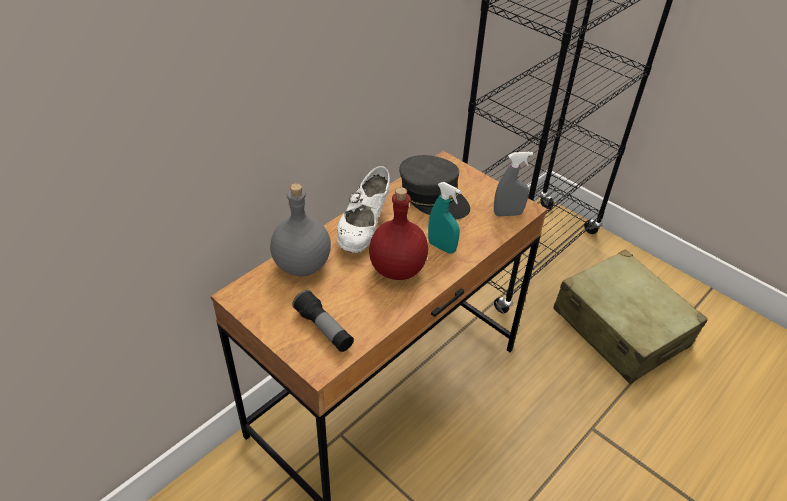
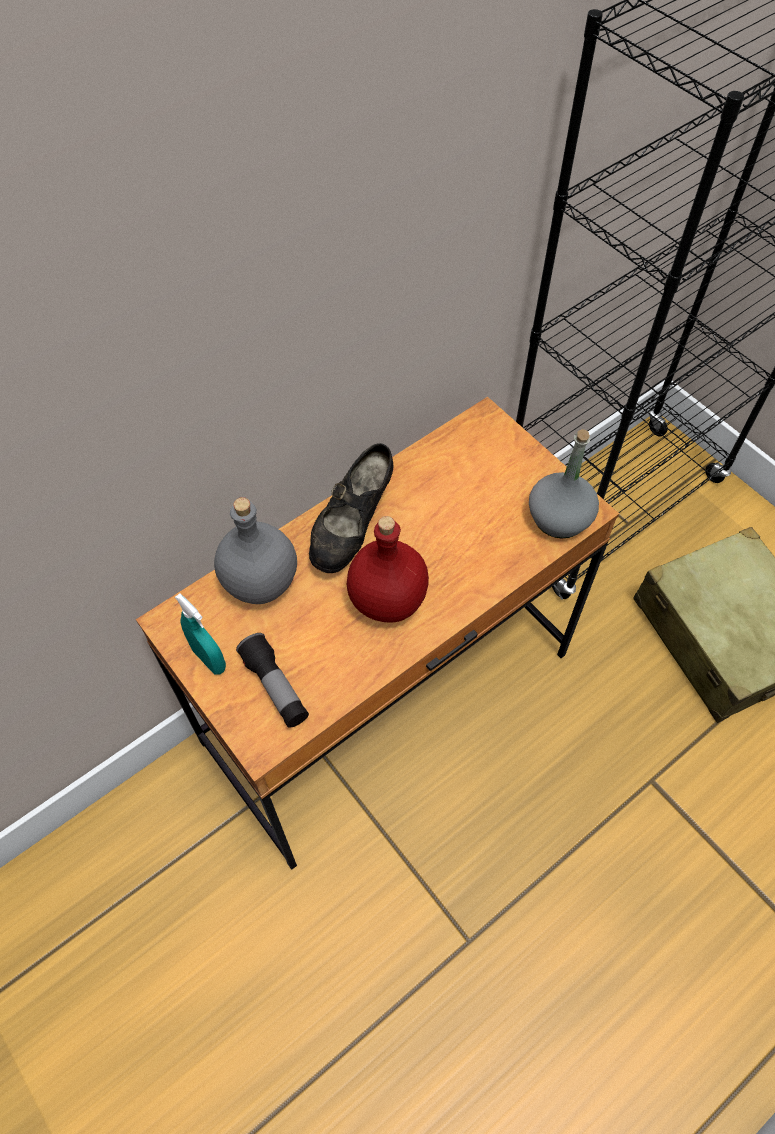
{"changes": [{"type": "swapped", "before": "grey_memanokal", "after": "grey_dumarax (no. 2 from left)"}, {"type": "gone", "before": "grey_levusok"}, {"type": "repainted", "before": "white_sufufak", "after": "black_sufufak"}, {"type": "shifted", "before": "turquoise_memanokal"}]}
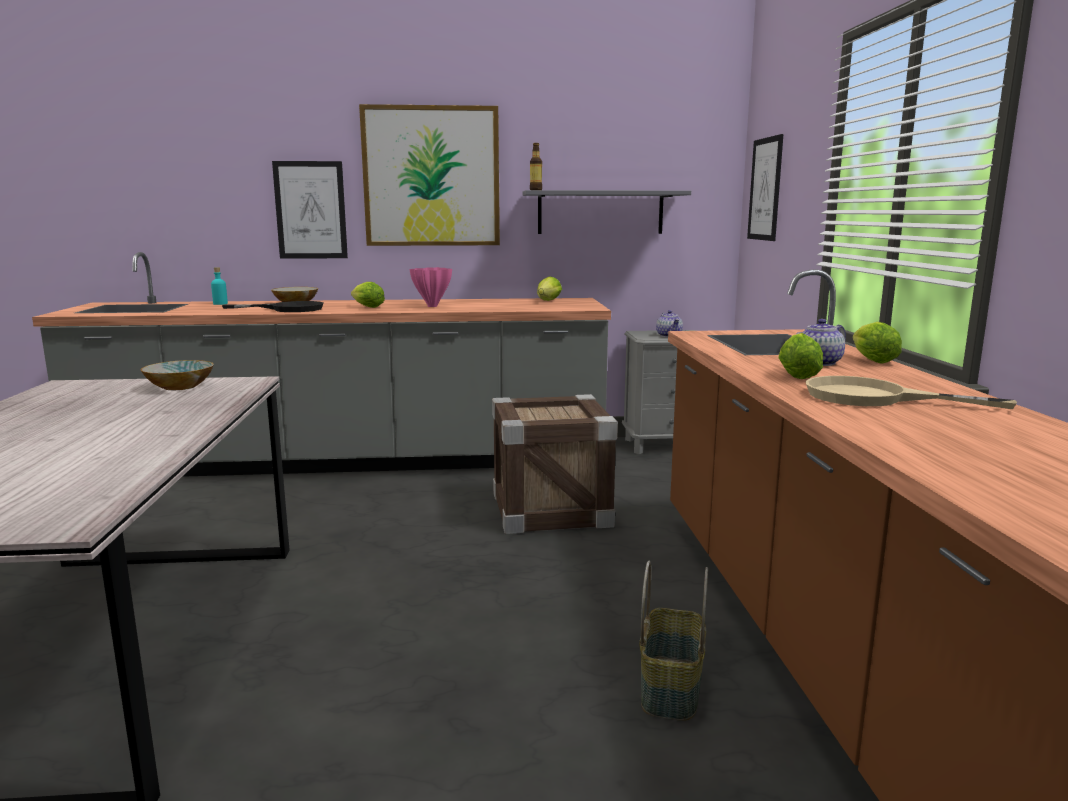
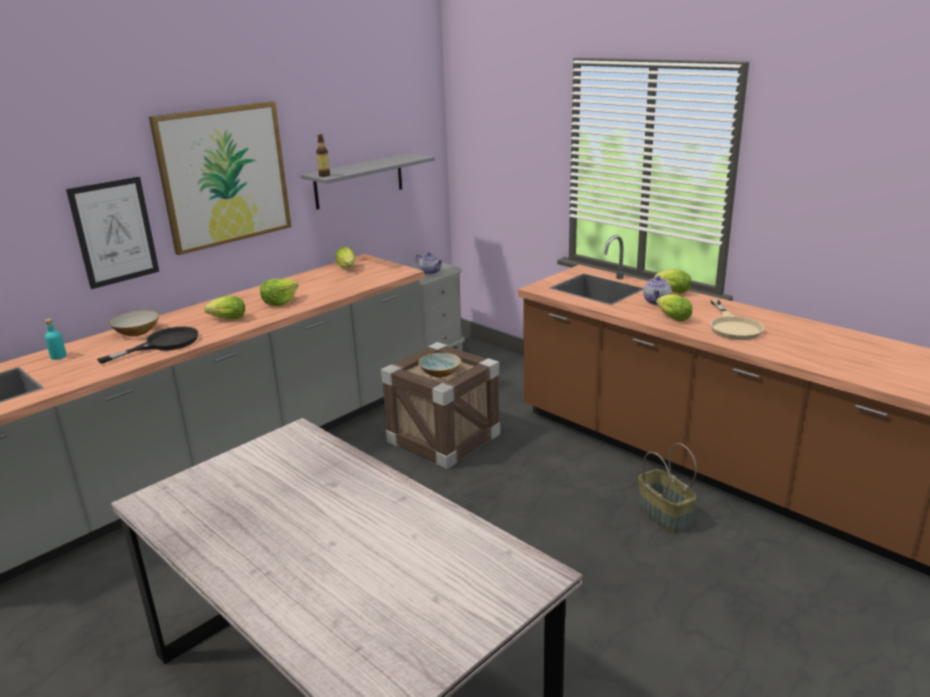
{"changes": [{"type": "gone", "before": "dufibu (no. 3 from left)"}, {"type": "swapped", "before": "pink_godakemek", "after": "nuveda (no. 2 from left)"}, {"type": "shifted", "before": "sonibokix (no. 1 from left in the first image)", "after": "sonibokix (no. 2 from left)"}, {"type": "rotated", "before": "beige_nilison", "turn": -75}]}
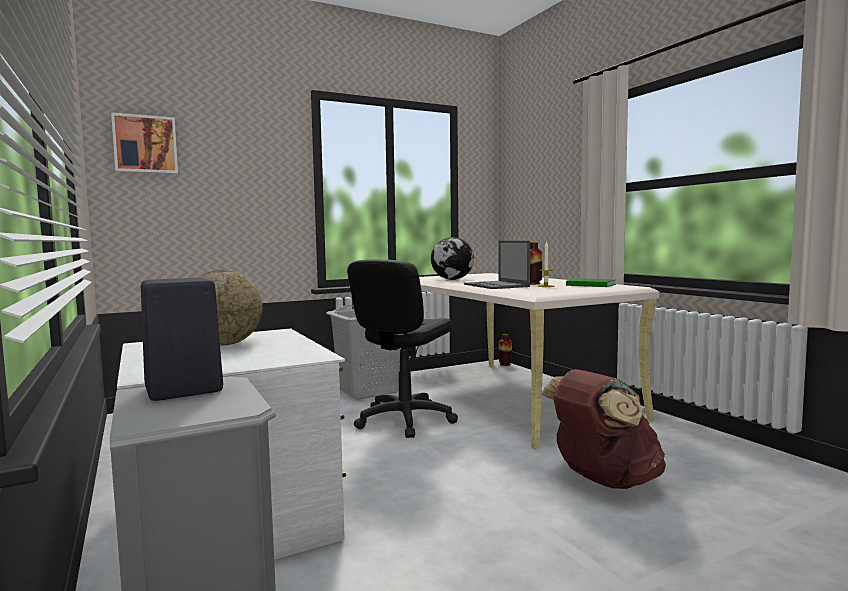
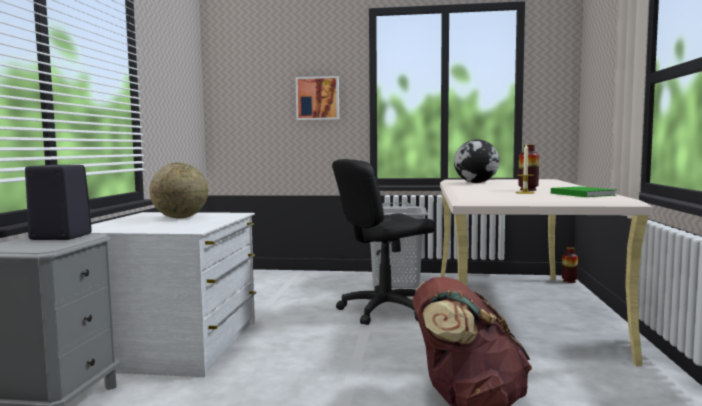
{"changes": [{"type": "shifted", "before": "dufibu"}, {"type": "gone", "before": "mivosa"}]}
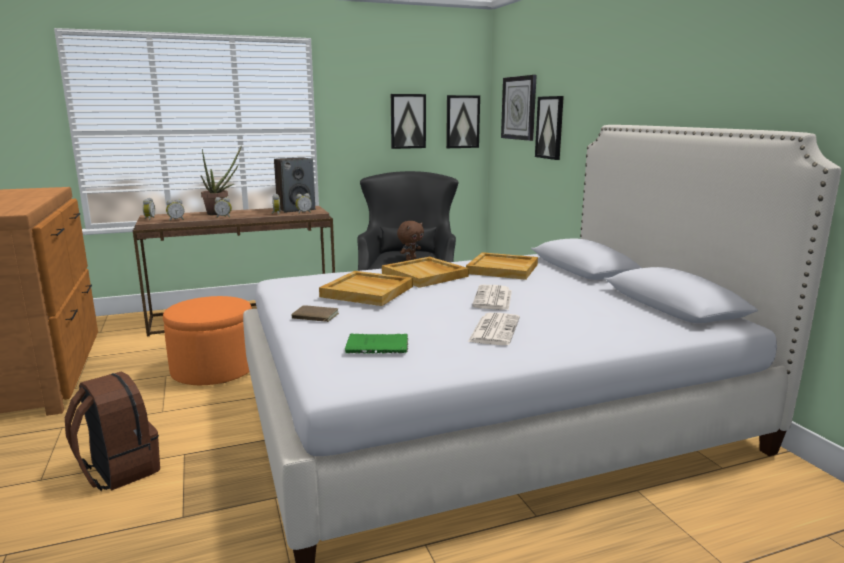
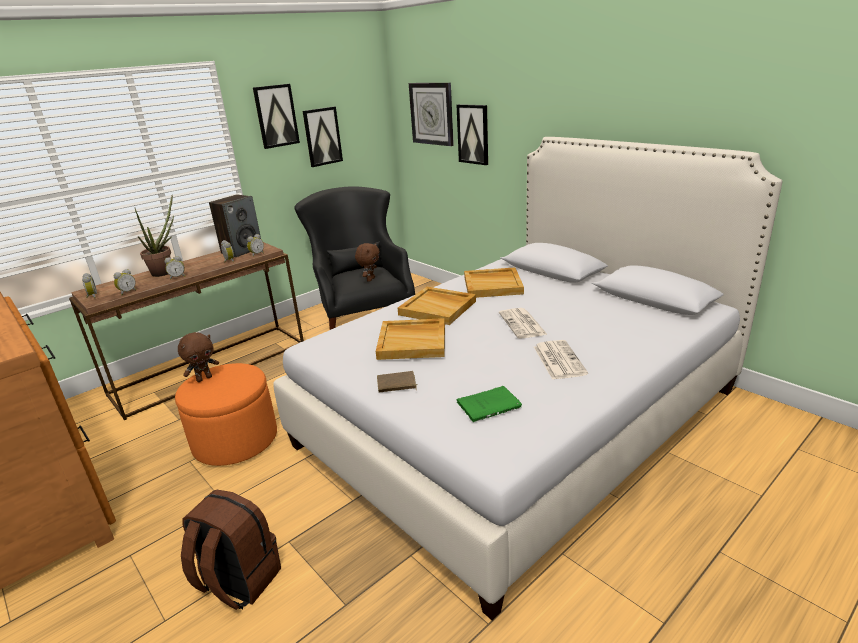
{"changes": [{"type": "shifted", "before": "dufibu (no. 2 from left in the first image)", "after": "dufibu (no. 1 from left)"}, {"type": "new", "after": "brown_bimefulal (no. 1 from left)"}]}
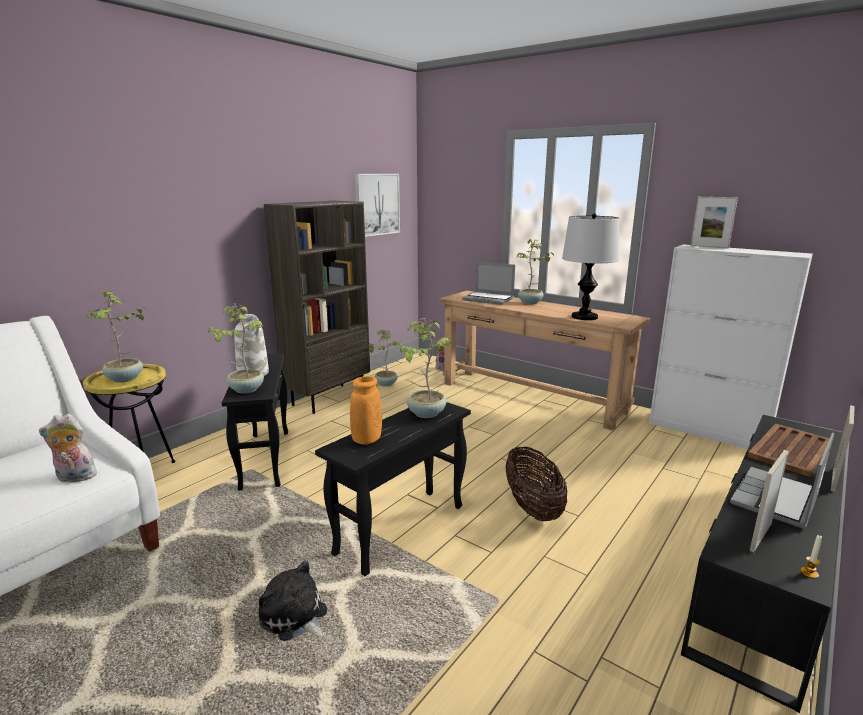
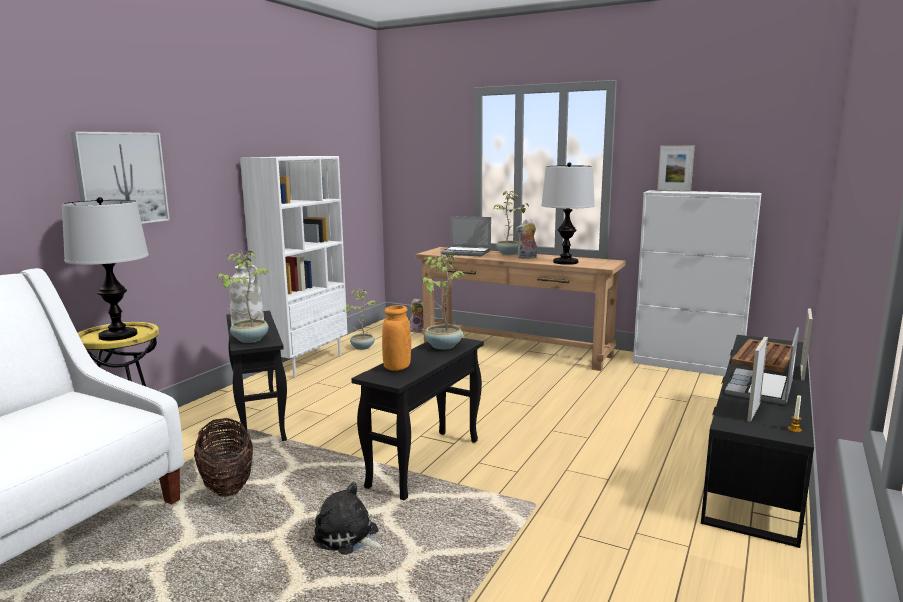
{"changes": [{"type": "shifted", "before": "dufibu"}, {"type": "repainted", "before": "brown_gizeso", "after": "white_gizeso"}, {"type": "swapped", "before": "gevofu (no. 1 from left)", "after": "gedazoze (no. 1 from left)"}, {"type": "shifted", "before": "bimefulal (no. 1 from left in the first image)", "after": "bimefulal (no. 3 from left)"}, {"type": "shifted", "before": "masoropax"}]}
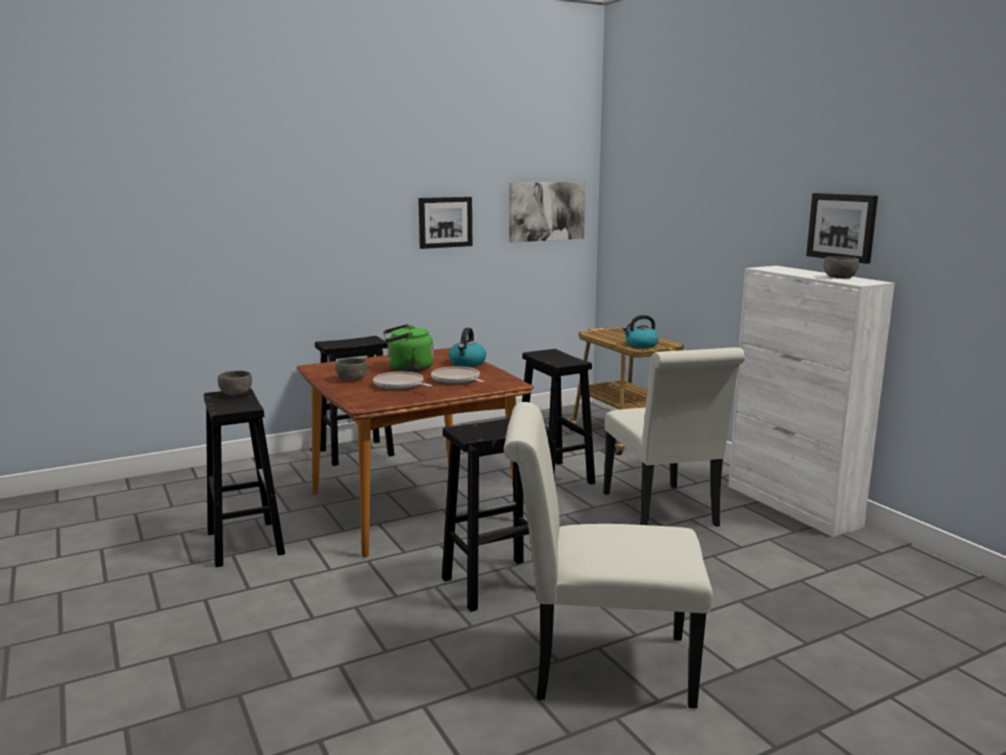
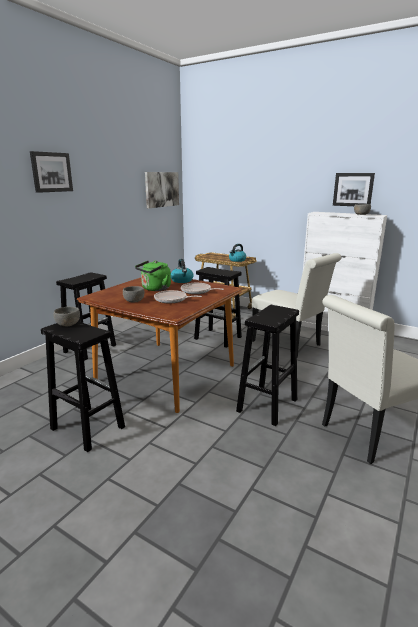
{"changes": [{"type": "shifted", "before": "dufibu (no. 1 from left)"}]}
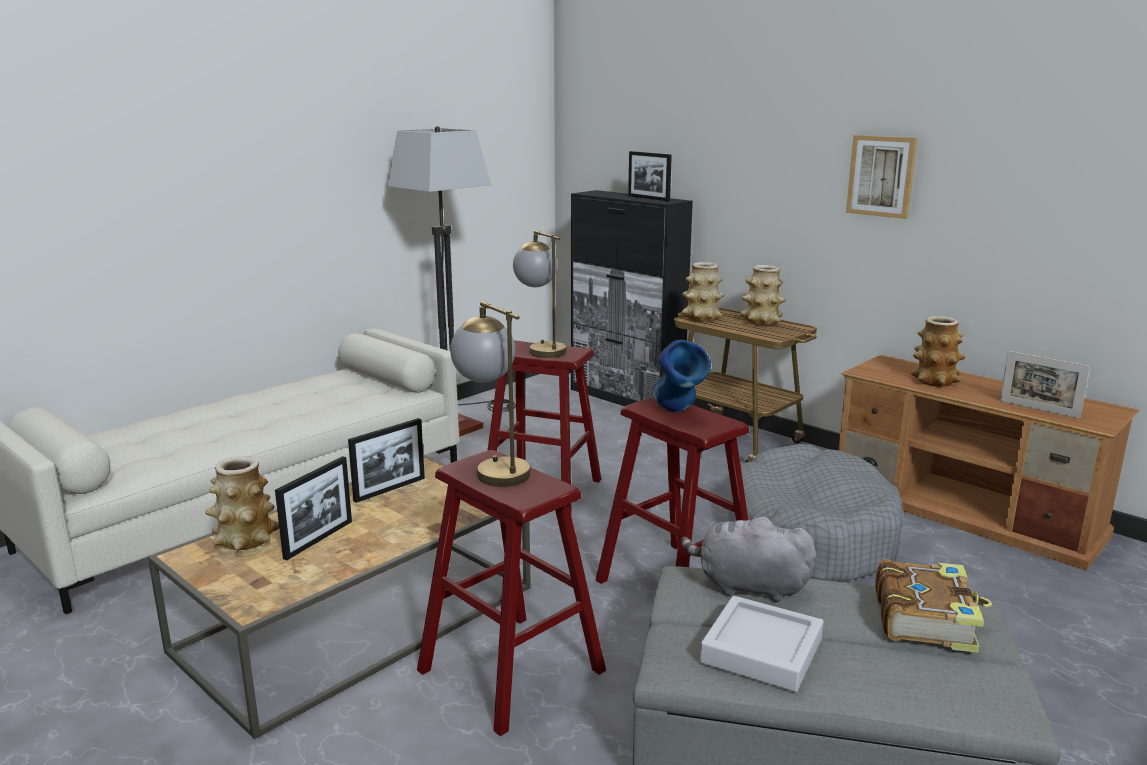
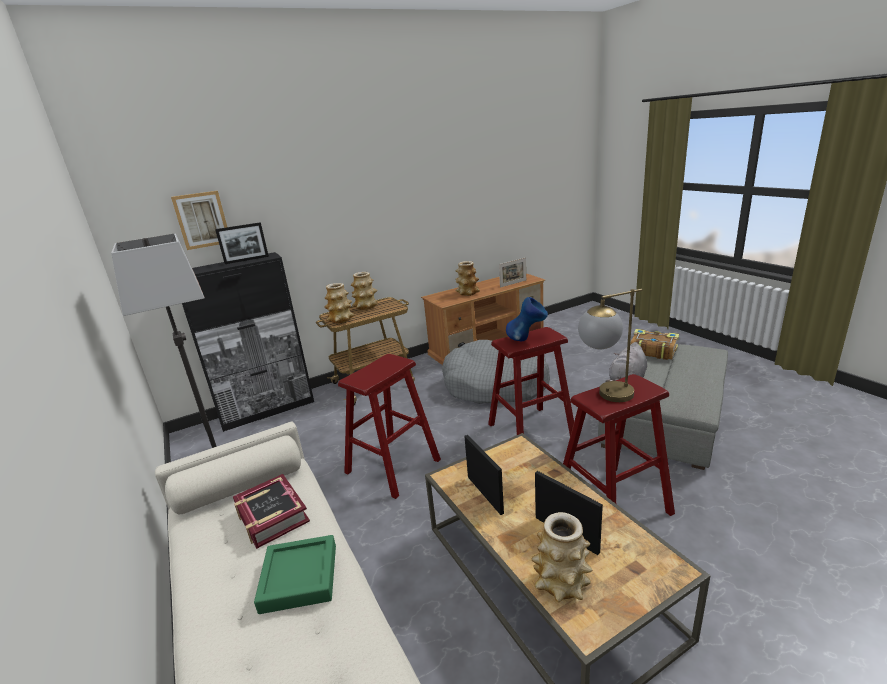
{"changes": [{"type": "shifted", "before": "dufibu"}, {"type": "gone", "before": "gedazoze (no. 2 from left)"}, {"type": "gone", "before": "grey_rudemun"}, {"type": "new", "after": "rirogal (no. 1 from left)"}, {"type": "new", "after": "green_rudemun"}]}
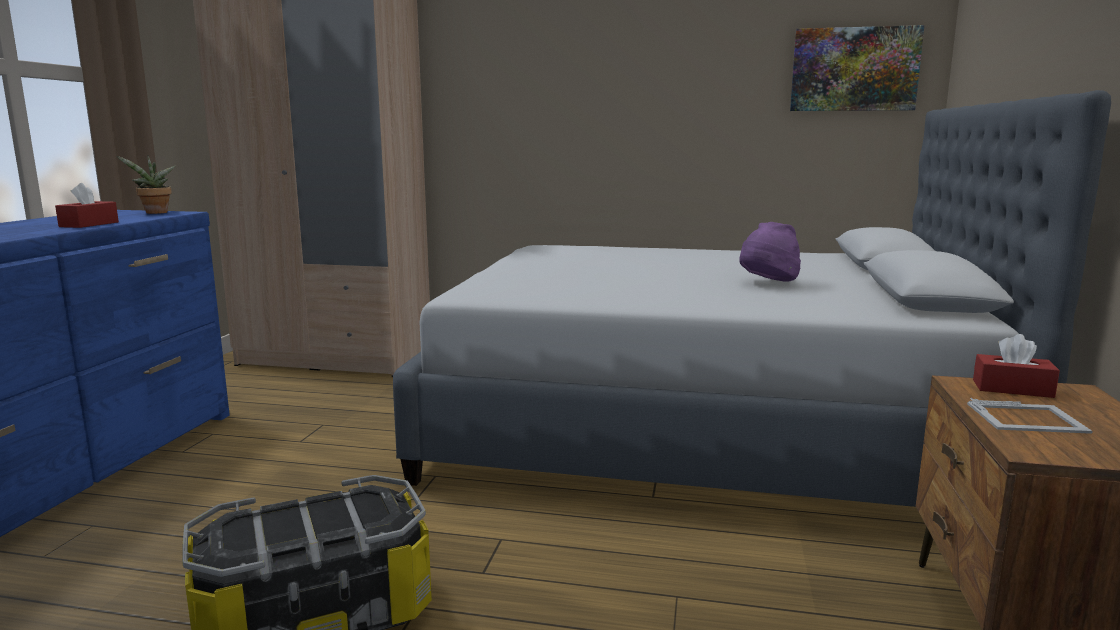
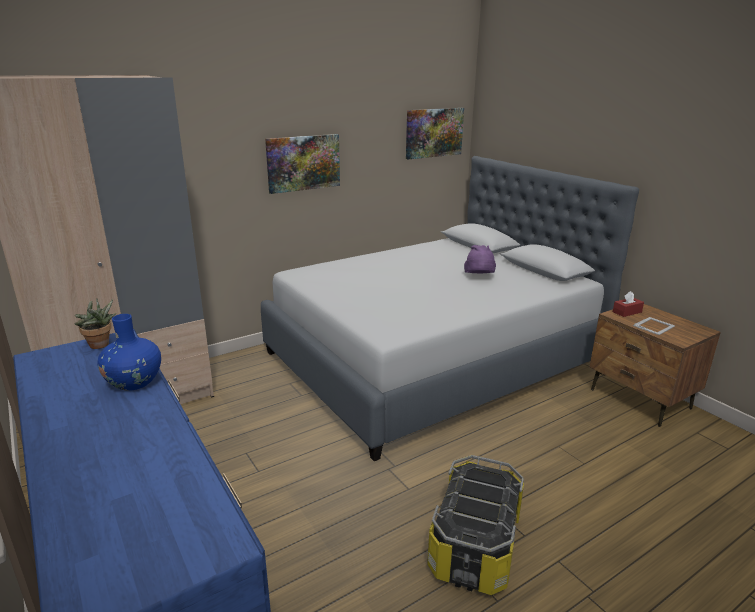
{"changes": [{"type": "swapped", "before": "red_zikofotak (no. 1 from left)", "after": "blue_godakemek"}, {"type": "new", "after": "dufibu (no. 1 from left)"}]}
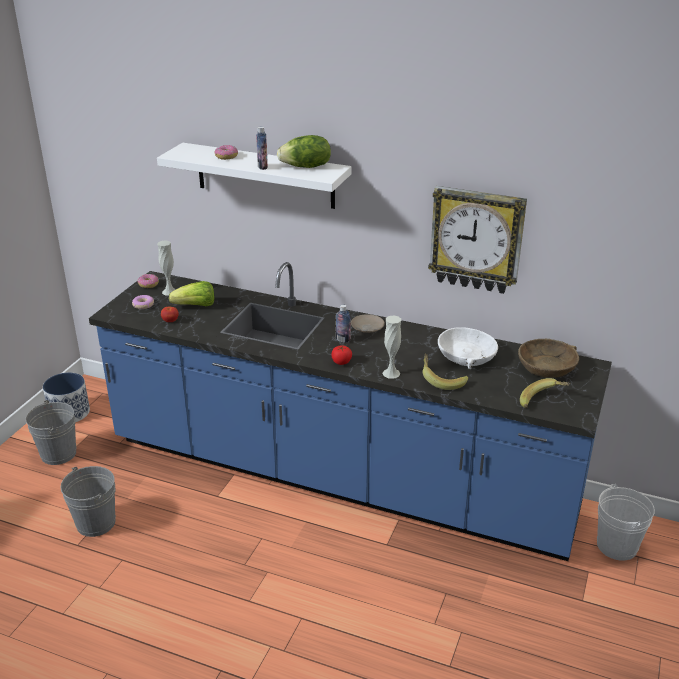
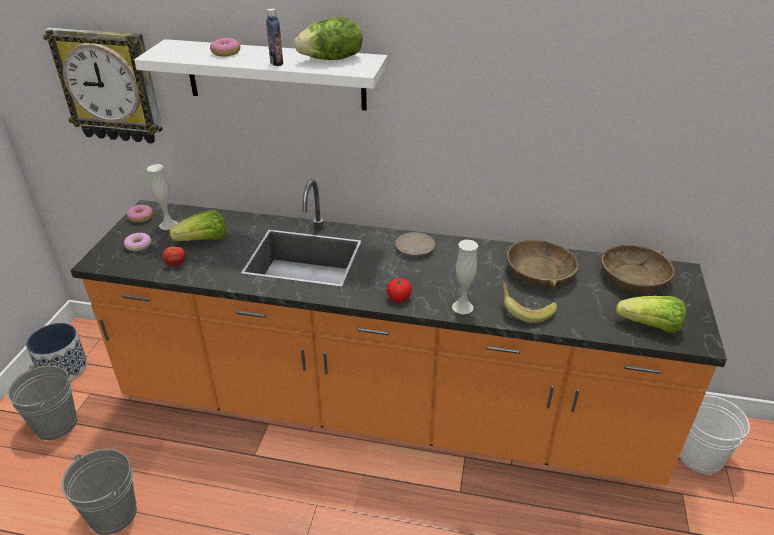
{"changes": [{"type": "shifted", "before": "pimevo"}, {"type": "repainted", "before": "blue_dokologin", "after": "orange_dokologin"}, {"type": "gone", "before": "dumarax (no. 2 from left)"}, {"type": "repainted", "before": "white_sonibokix", "after": "brown_sonibokix (no. 1 from left)"}, {"type": "swapped", "before": "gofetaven (no. 2 from left)", "after": "nuveda (no. 3 from left)"}]}
